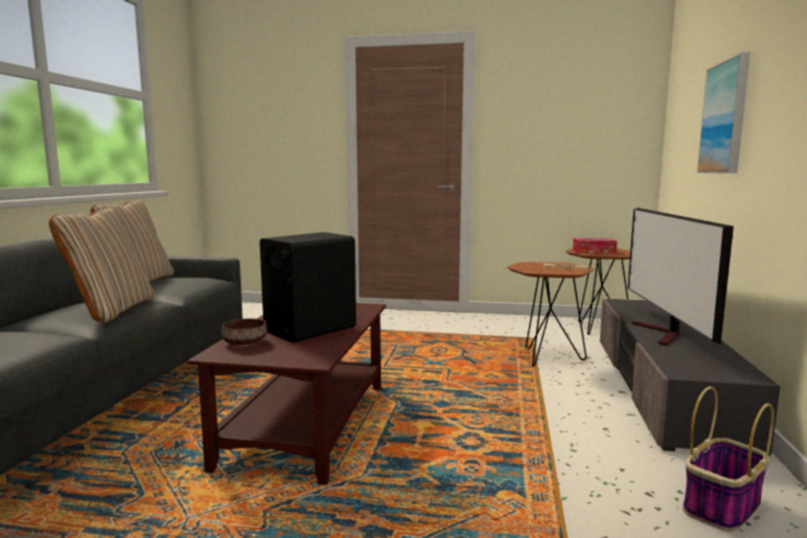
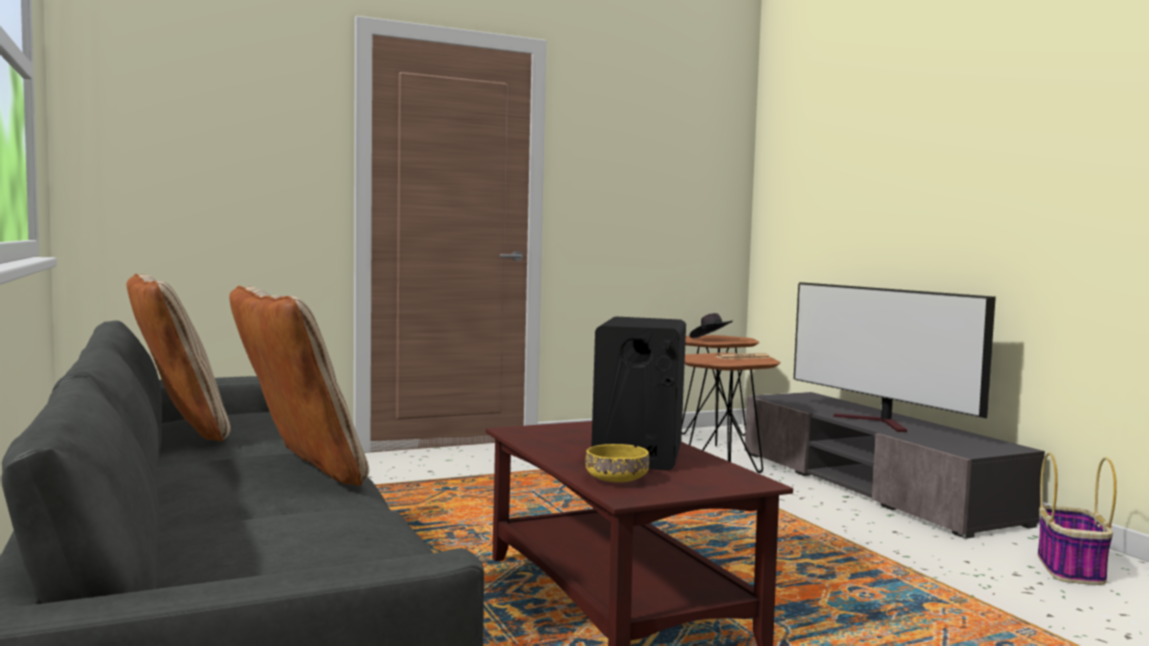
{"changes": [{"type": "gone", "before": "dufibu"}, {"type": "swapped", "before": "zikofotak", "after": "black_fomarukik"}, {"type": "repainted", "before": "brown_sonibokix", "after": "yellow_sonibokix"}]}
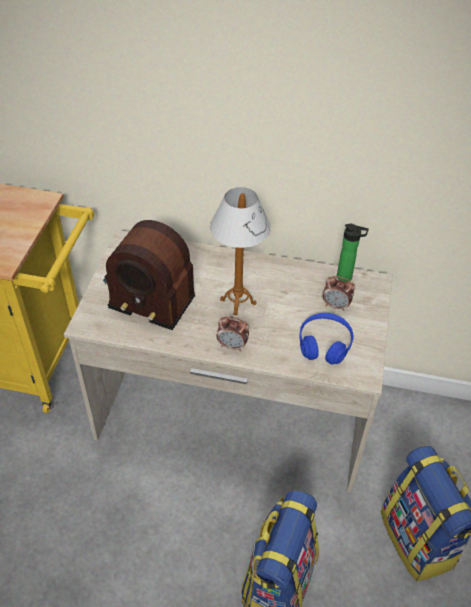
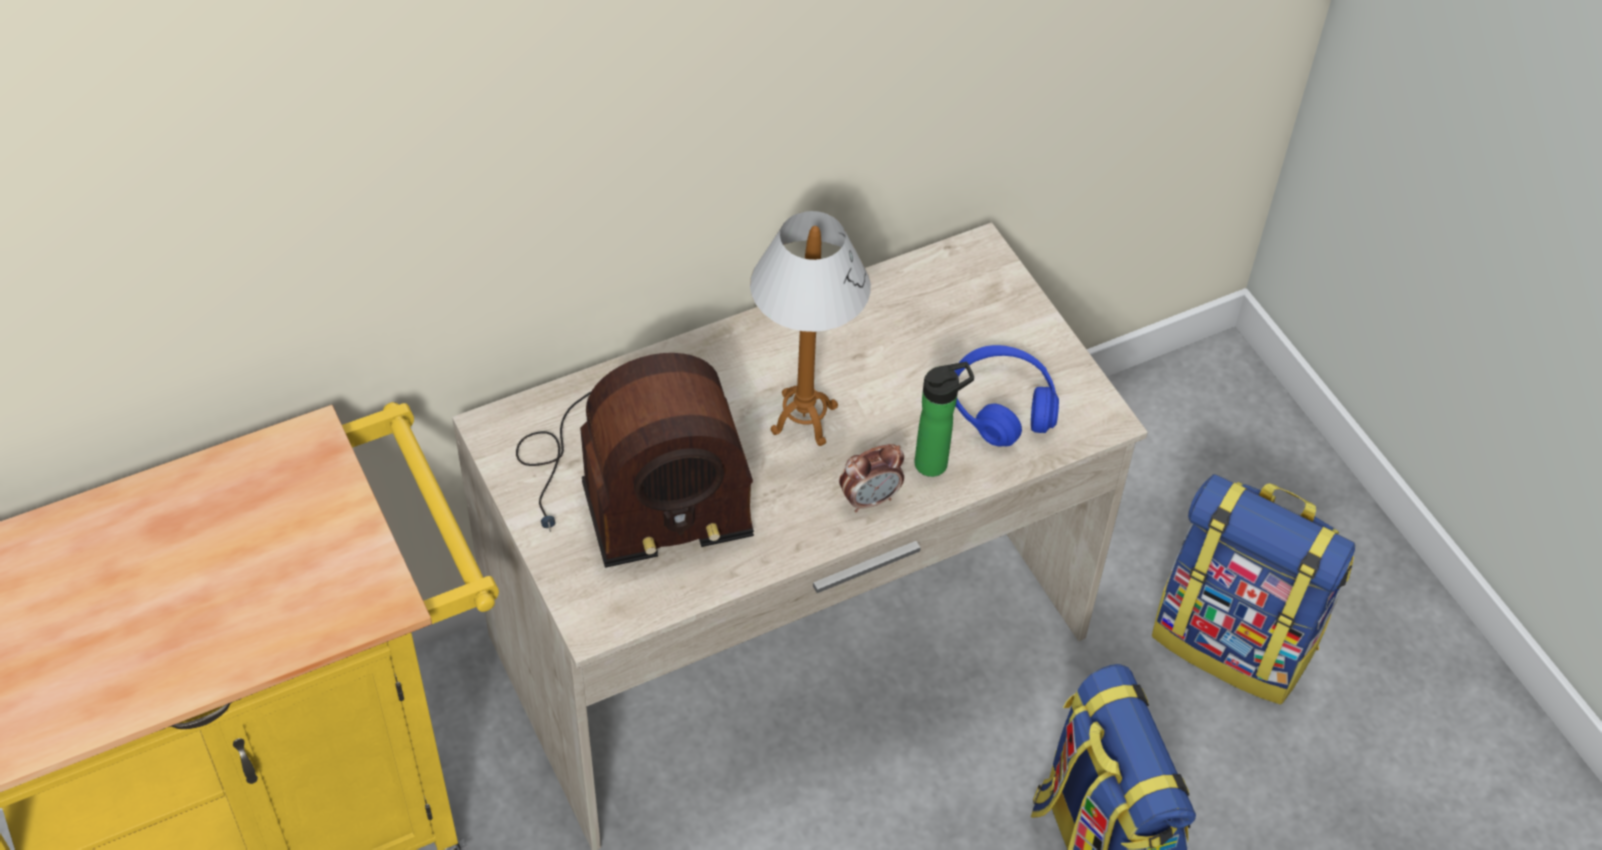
{"changes": [{"type": "shifted", "before": "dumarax"}, {"type": "gone", "before": "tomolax (no. 2 from left)"}]}
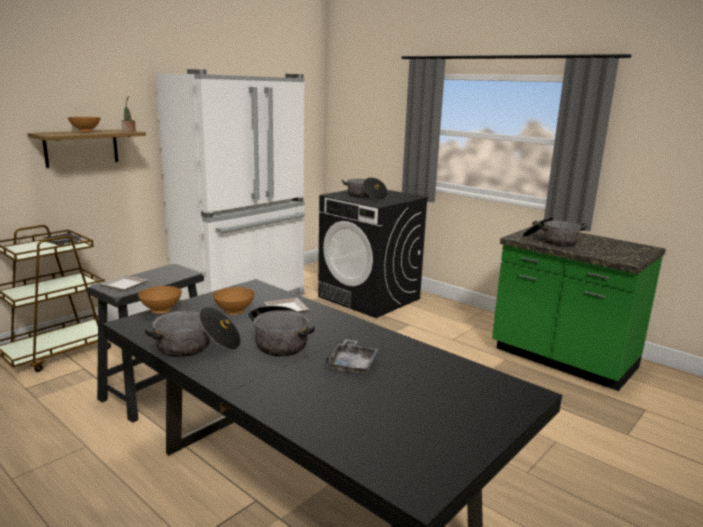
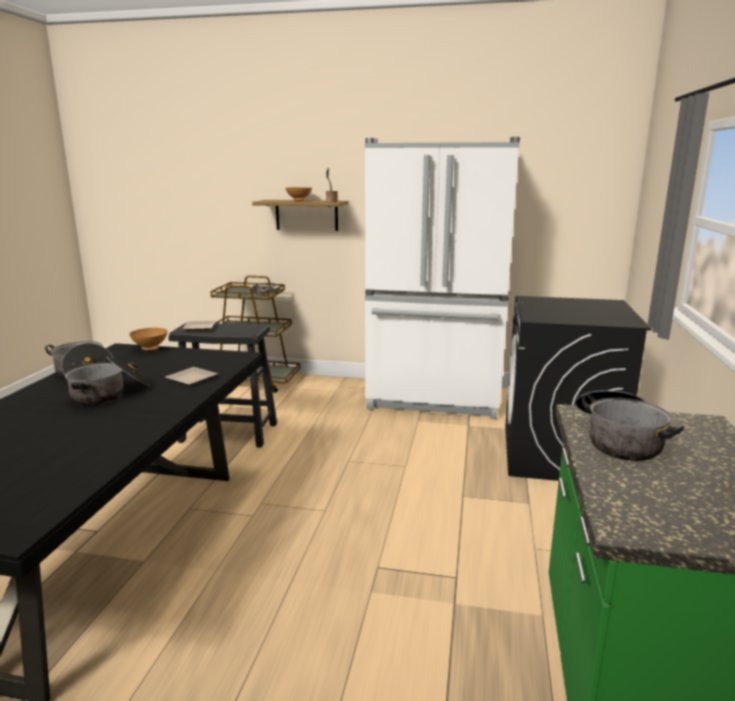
{"changes": [{"type": "gone", "before": "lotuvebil (no. 3 from left)"}, {"type": "gone", "before": "brown_sonibokix (no. 3 from left)"}, {"type": "gone", "before": "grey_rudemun (no. 2 from left)"}]}
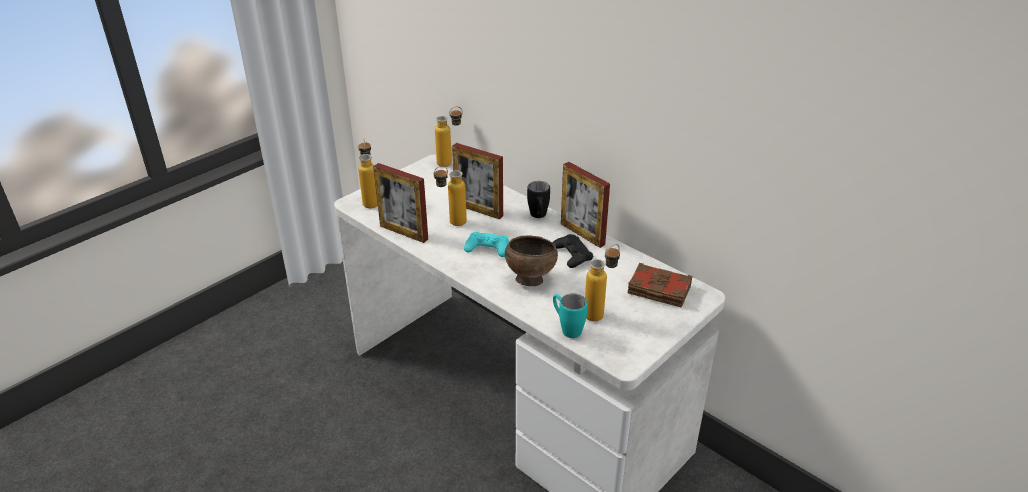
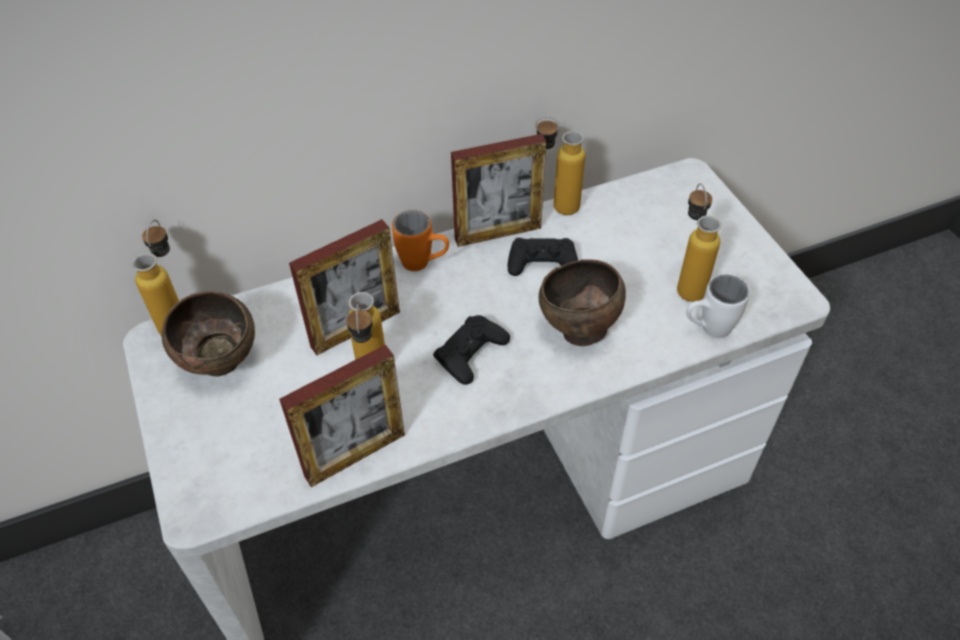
{"changes": [{"type": "shifted", "before": "dumarax (no. 1 from left in the first image)", "after": "dumarax (no. 3 from left)"}, {"type": "repainted", "before": "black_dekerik", "after": "orange_dekerik"}, {"type": "repainted", "before": "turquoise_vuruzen", "after": "black_vuruzen (no. 1 from left)"}, {"type": "gone", "before": "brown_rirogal"}, {"type": "repainted", "before": "turquoise_dekerik", "after": "white_dekerik"}, {"type": "new", "after": "brown_sonibokix (no. 1 from left)"}]}
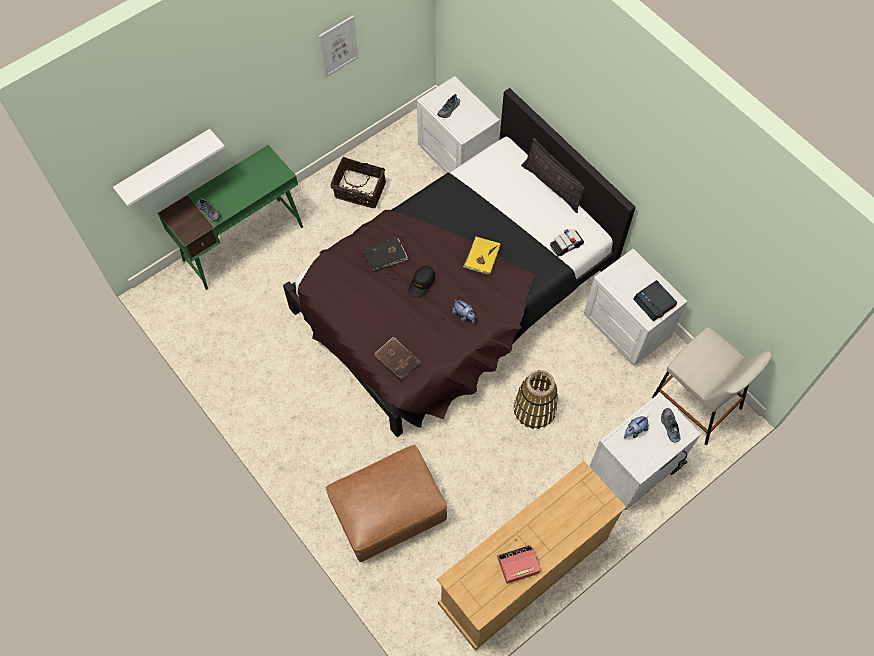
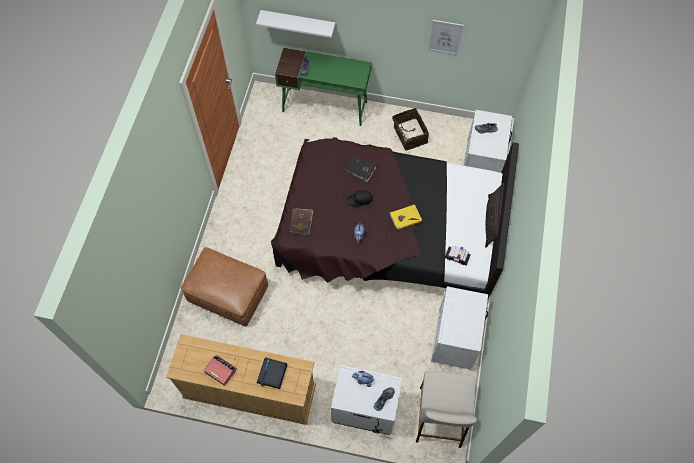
{"changes": [{"type": "shifted", "before": "tomolax (no. 2 from left)"}, {"type": "gone", "before": "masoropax (no. 2 from left)"}]}
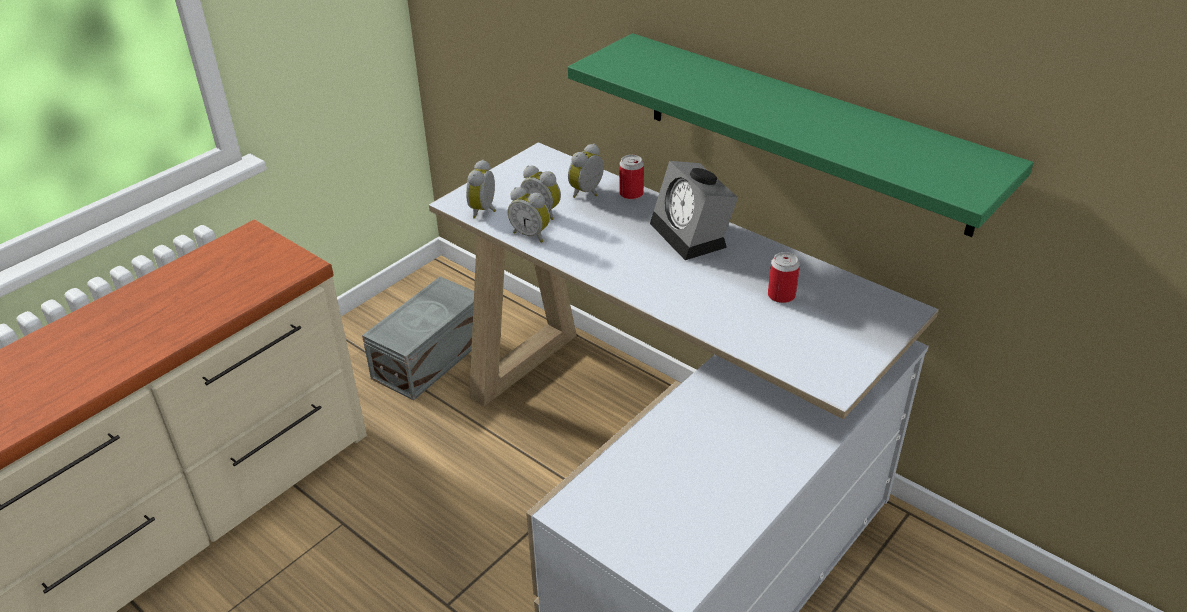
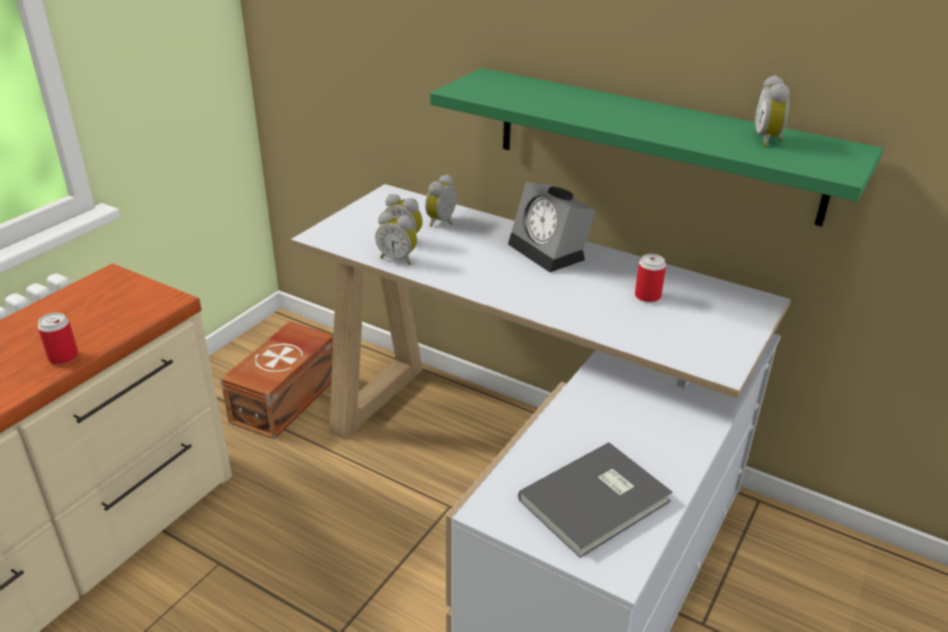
{"changes": [{"type": "shifted", "before": "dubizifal (no. 1 from left)"}, {"type": "shifted", "before": "tomolax (no. 1 from left in the first image)", "after": "tomolax (no. 5 from left)"}, {"type": "repainted", "before": "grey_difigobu", "after": "brown_difigobu"}, {"type": "new", "after": "grey_rirogal"}]}
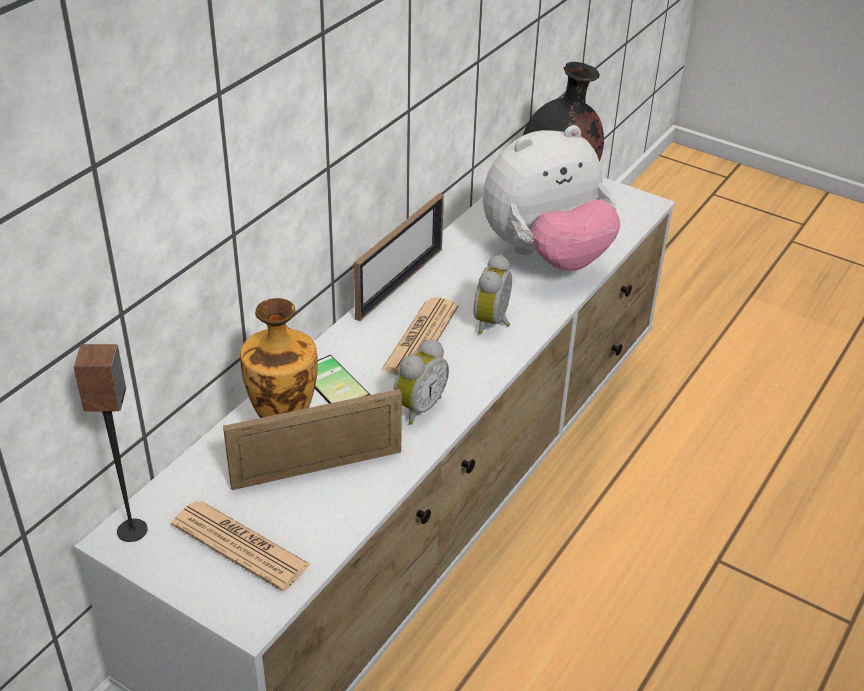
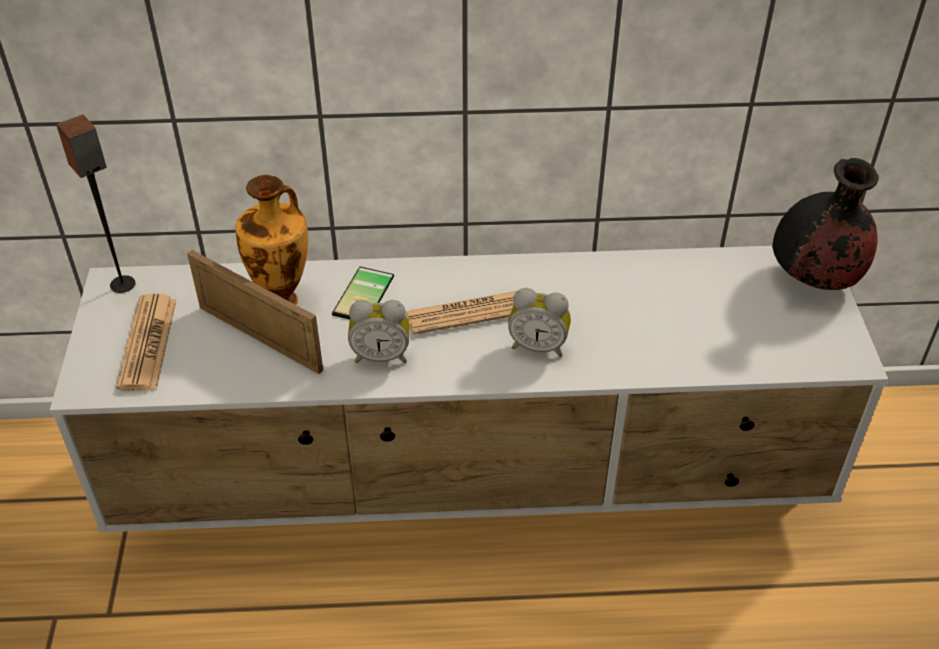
{"changes": [{"type": "gone", "before": "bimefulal"}, {"type": "gone", "before": "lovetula (no. 2 from left)"}, {"type": "rotated", "before": "tomolax (no. 2 from left)", "turn": -150}]}
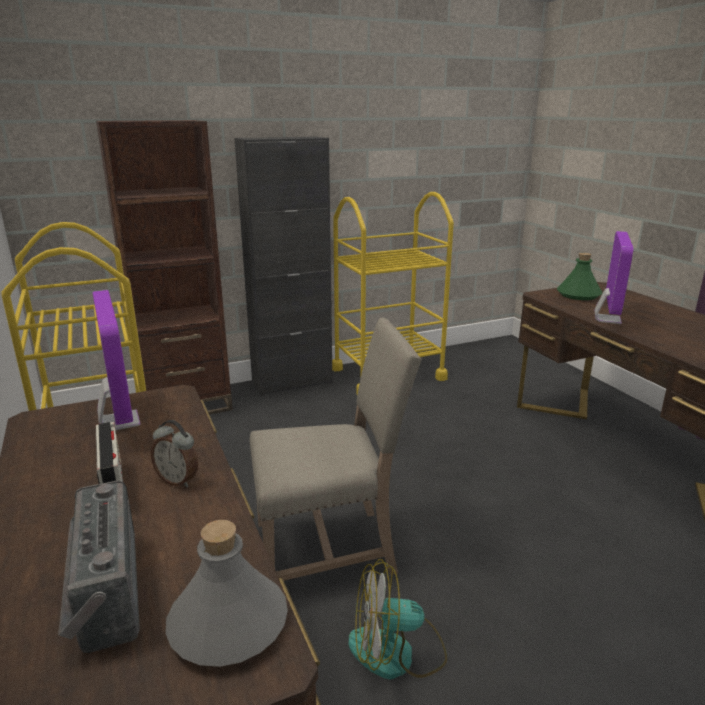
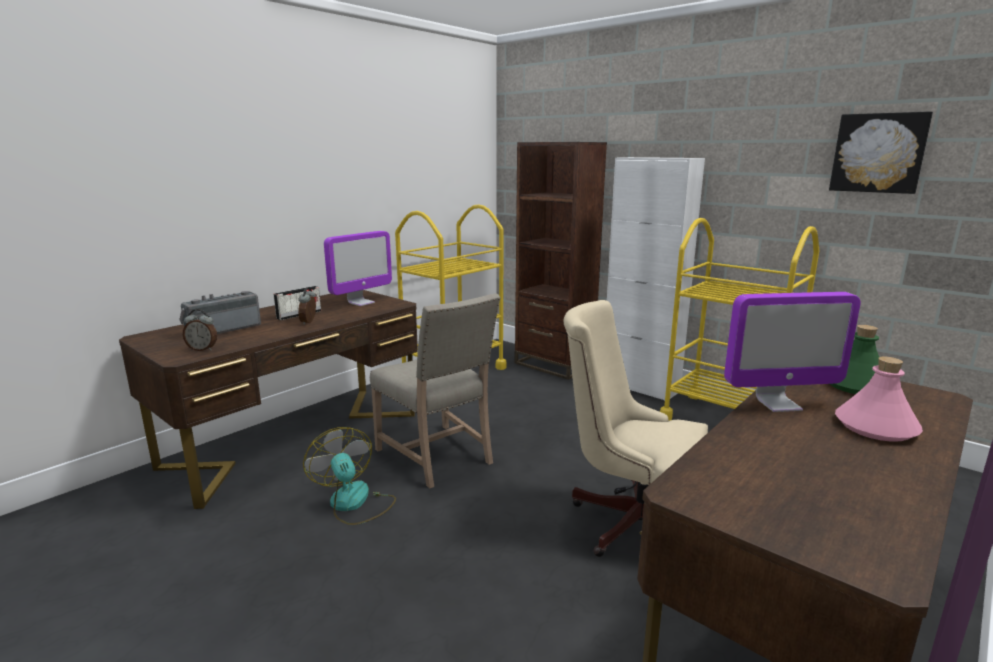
{"changes": [{"type": "repainted", "before": "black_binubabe", "after": "white_binubabe"}, {"type": "swapped", "before": "grey_dumarax", "after": "tomolax (no. 1 from left)"}, {"type": "new", "after": "dufibu"}, {"type": "new", "after": "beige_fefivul"}, {"type": "new", "after": "pink_dumarax"}]}
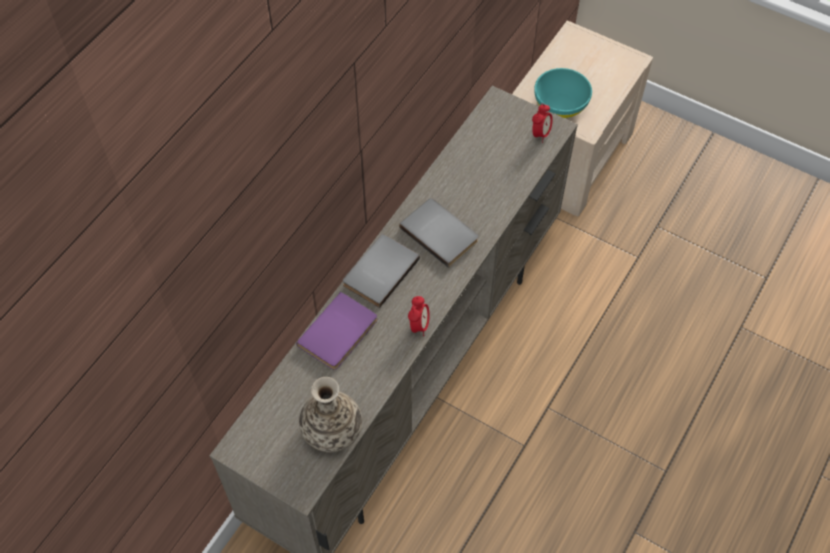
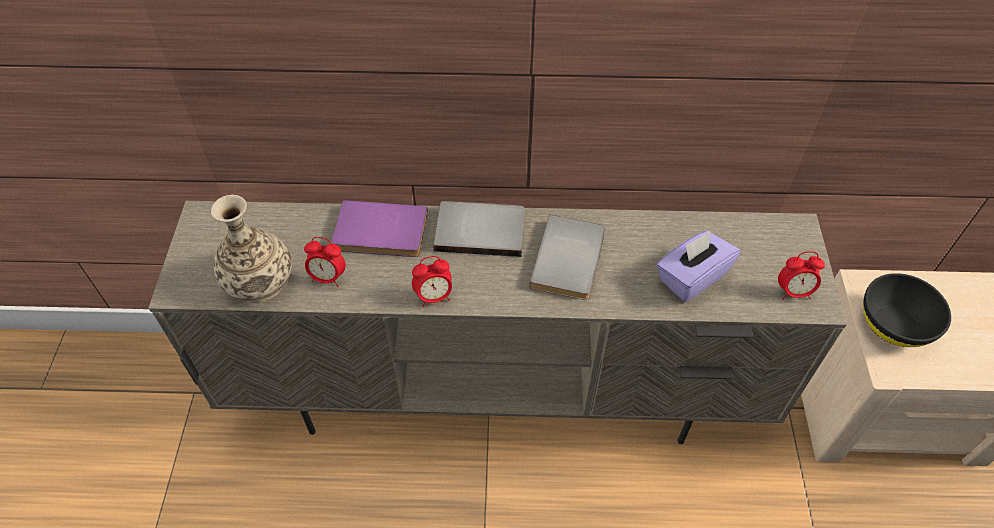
{"changes": [{"type": "repainted", "before": "turquoise_sonibokix", "after": "black_sonibokix"}, {"type": "new", "after": "purple_zikofotak"}, {"type": "new", "after": "tomolax (no. 1 from left)"}]}
